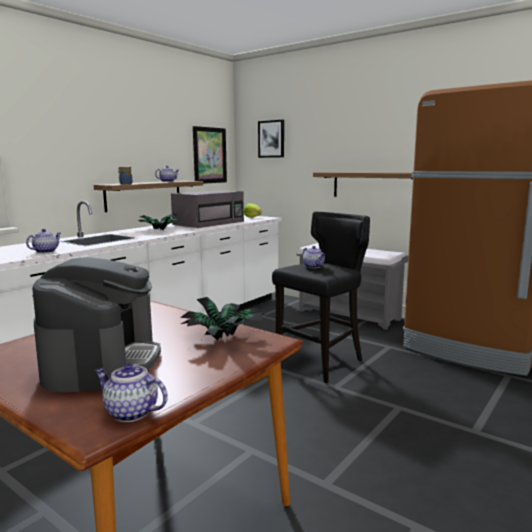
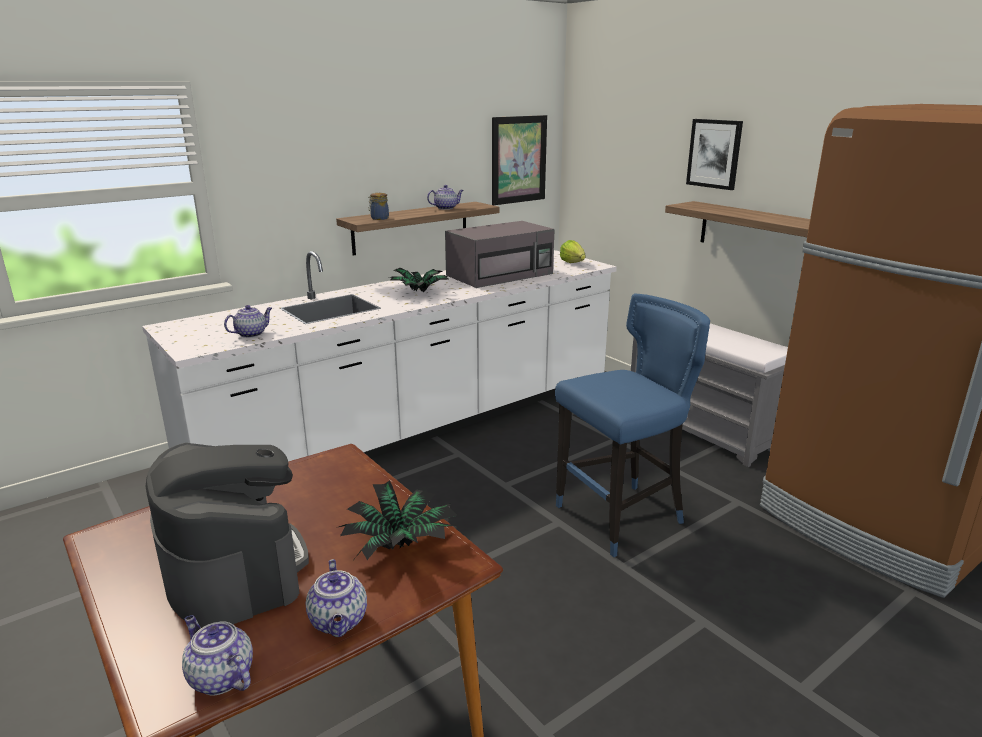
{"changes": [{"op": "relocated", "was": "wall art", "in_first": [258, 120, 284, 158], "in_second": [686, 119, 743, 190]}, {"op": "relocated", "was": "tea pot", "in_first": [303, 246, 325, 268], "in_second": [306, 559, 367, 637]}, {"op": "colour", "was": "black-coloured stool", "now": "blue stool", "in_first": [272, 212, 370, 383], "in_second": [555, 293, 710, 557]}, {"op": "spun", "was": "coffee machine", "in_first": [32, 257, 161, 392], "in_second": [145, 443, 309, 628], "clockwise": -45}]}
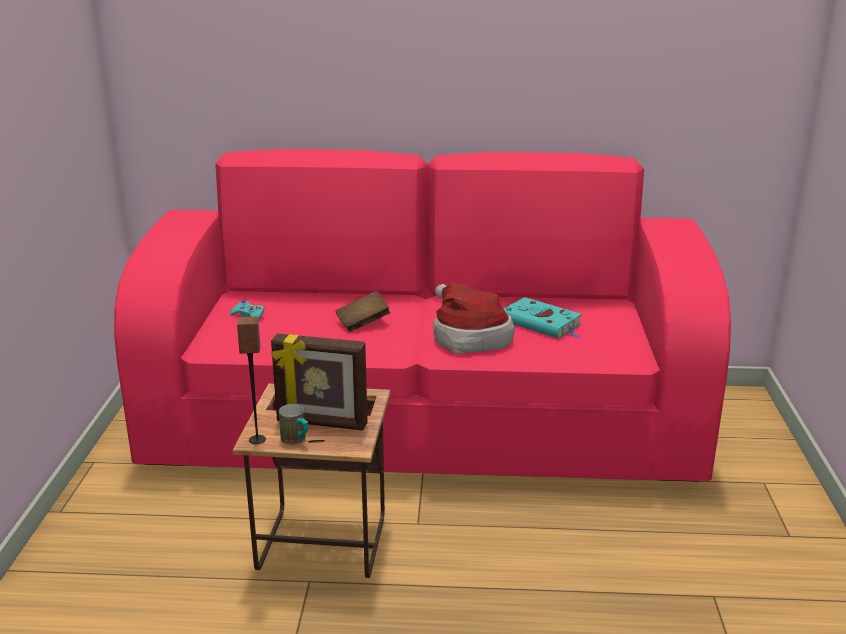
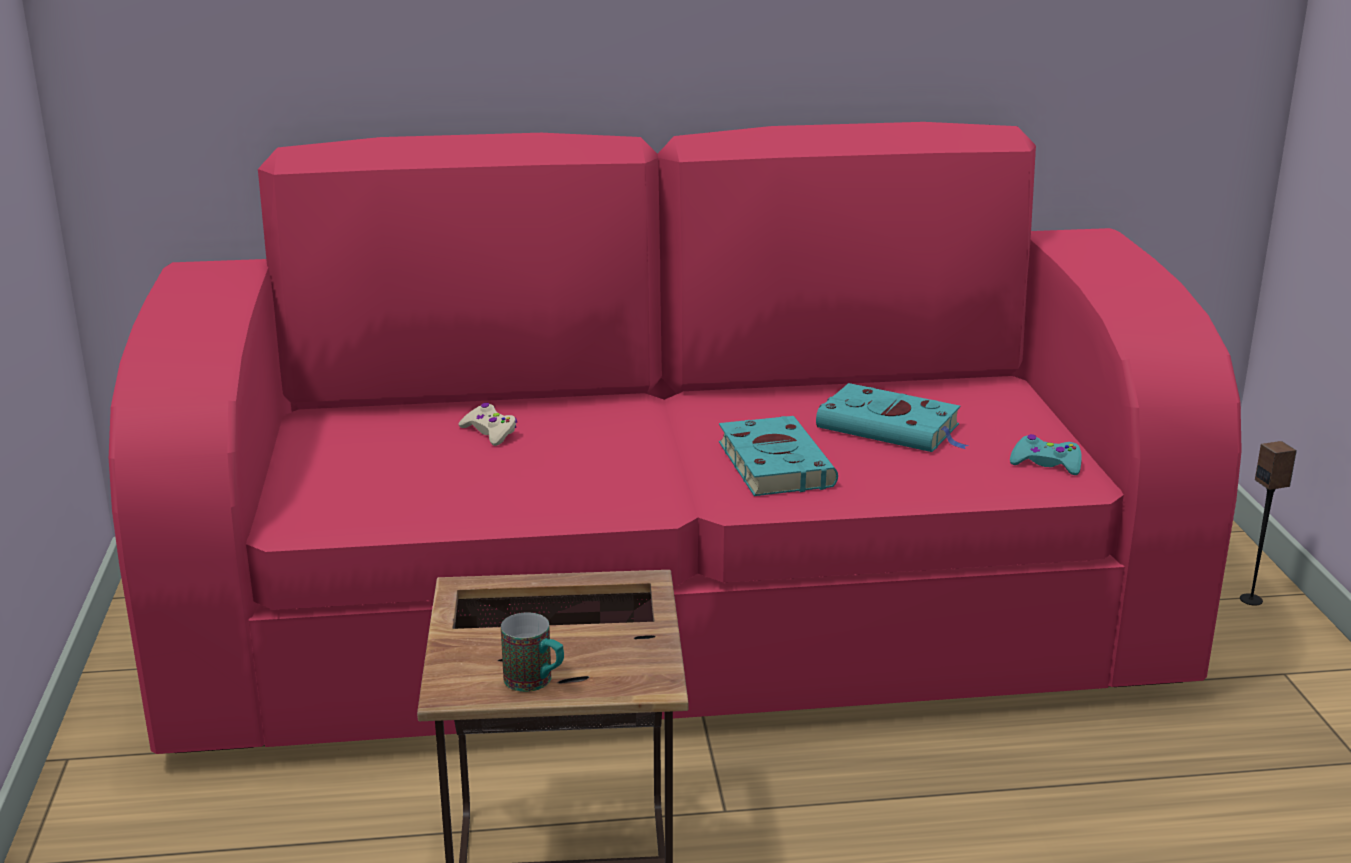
{"changes": [{"op": "missing", "was": "picture frame", "in_first": [271, 333, 368, 431]}, {"op": "missing", "was": "brown-coloured volume", "in_first": [336, 291, 390, 332]}, {"op": "appeared", "now": "beige-coloured joypad", "in_second": [458, 403, 517, 446]}, {"op": "relocated", "was": "turquoise joypad", "in_first": [230, 300, 265, 321], "in_second": [1010, 434, 1082, 475]}, {"op": "relocated", "was": "loudspeaker", "in_first": [237, 316, 266, 444], "in_second": [1240, 441, 1297, 606]}, {"op": "exchanged", "was": "clothing hat", "now": "turquoise volume", "in_first": [433, 283, 515, 354], "in_second": [719, 416, 838, 496]}]}
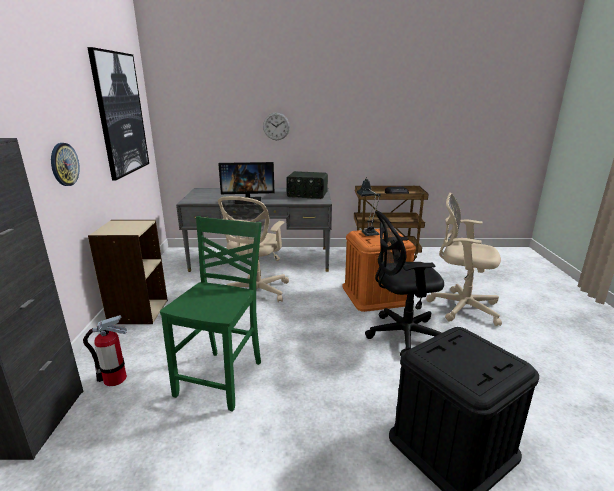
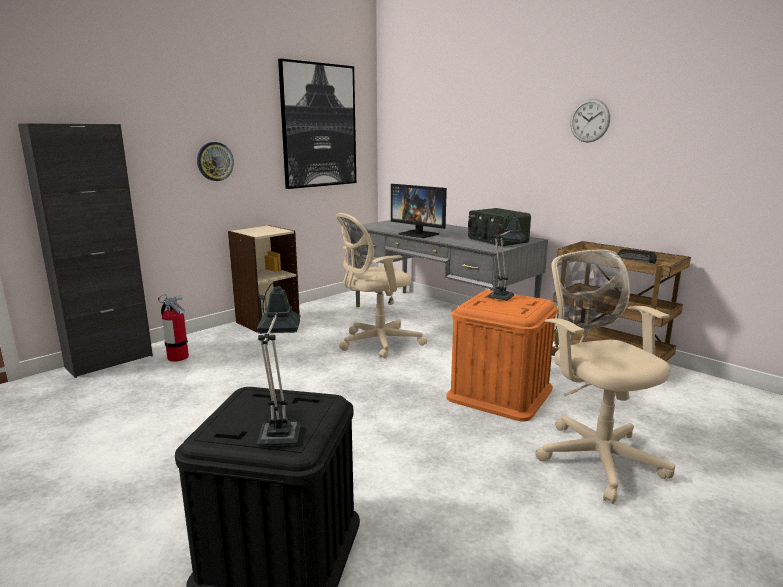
{"changes": [{"op": "missing", "was": "green-coloured upright chair", "in_first": [160, 216, 262, 412]}, {"op": "missing", "was": "black-coloured office chair", "in_first": [365, 211, 444, 356]}, {"op": "appeared", "now": "lamp for a table", "in_second": [257, 282, 301, 446]}, {"op": "relocated", "was": "wall clock", "in_first": [263, 112, 290, 140], "in_second": [570, 99, 610, 143]}]}
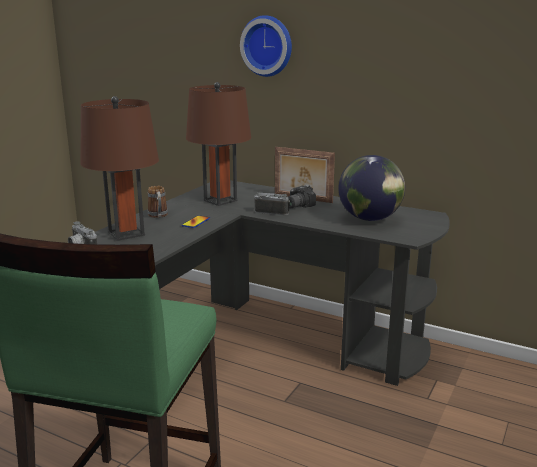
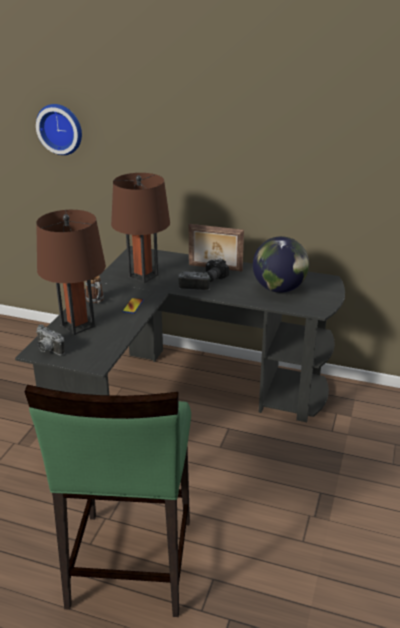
{"changes": [{"op": "relocated", "was": "wall clock", "in_first": [240, 15, 292, 77], "in_second": [36, 104, 82, 155]}]}
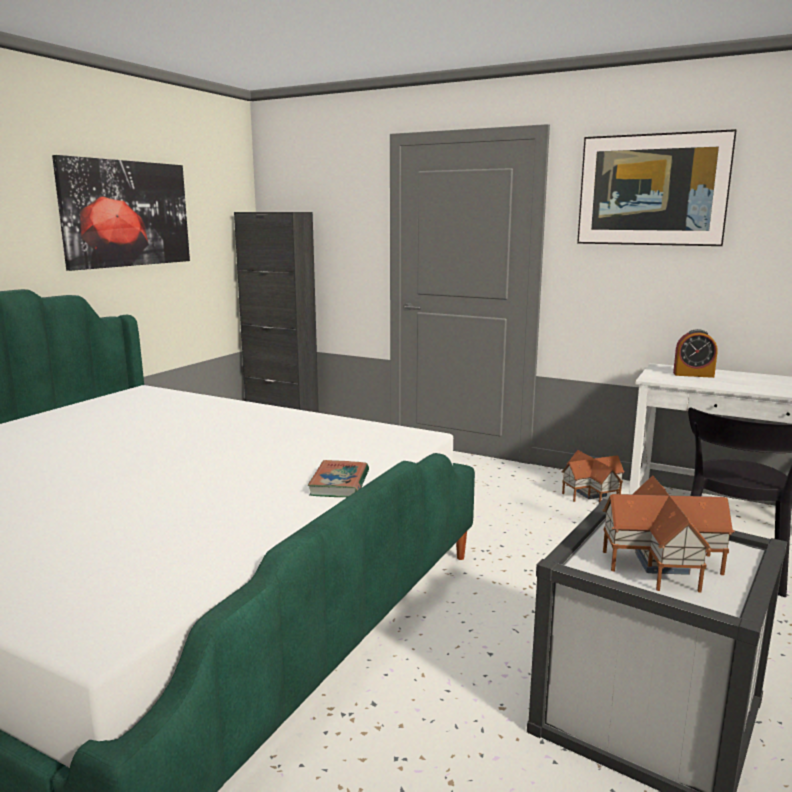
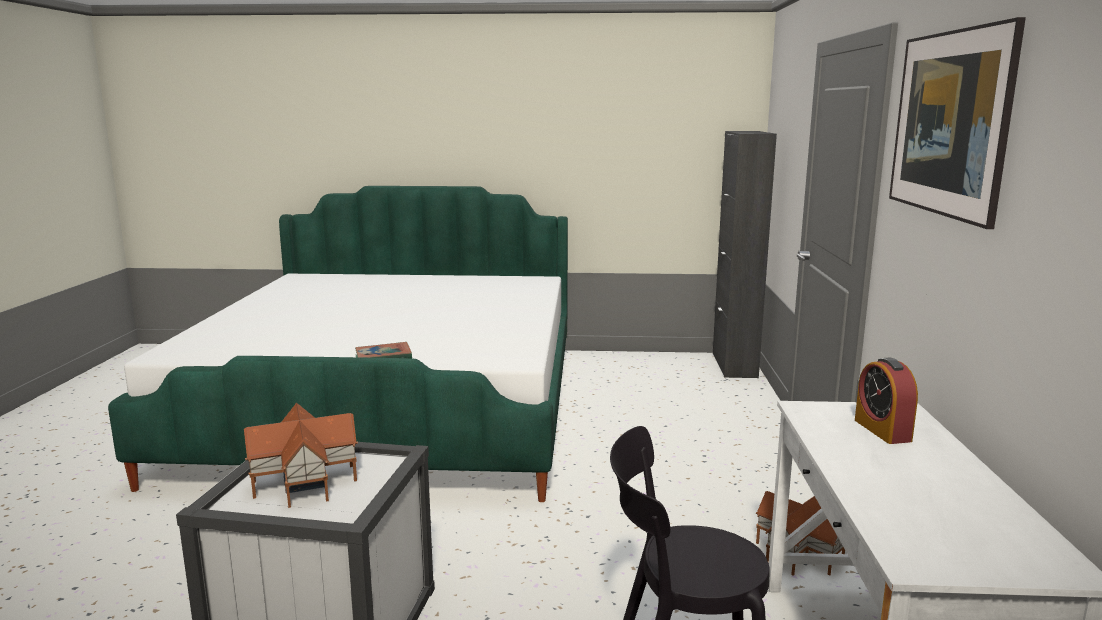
{"changes": [{"op": "missing", "was": "wall art", "in_first": [52, 155, 190, 271]}]}
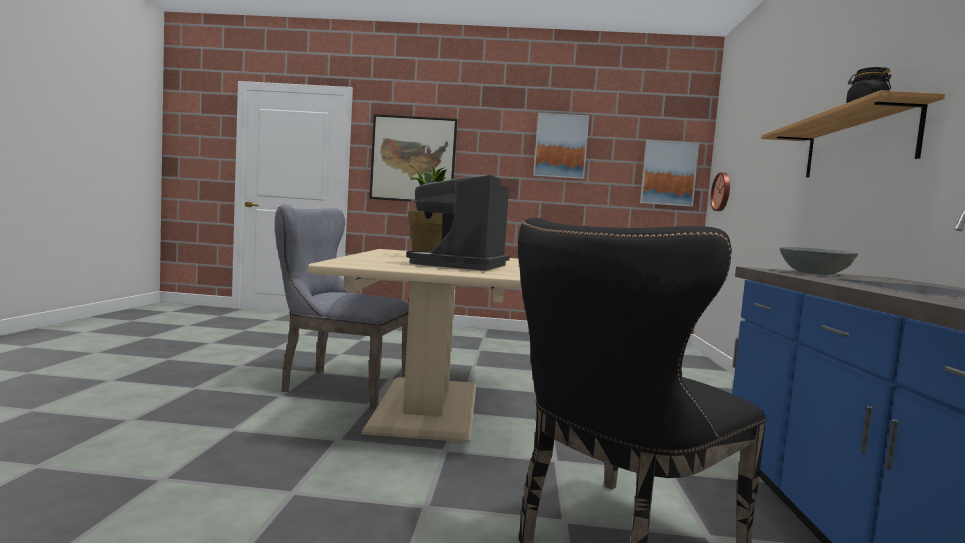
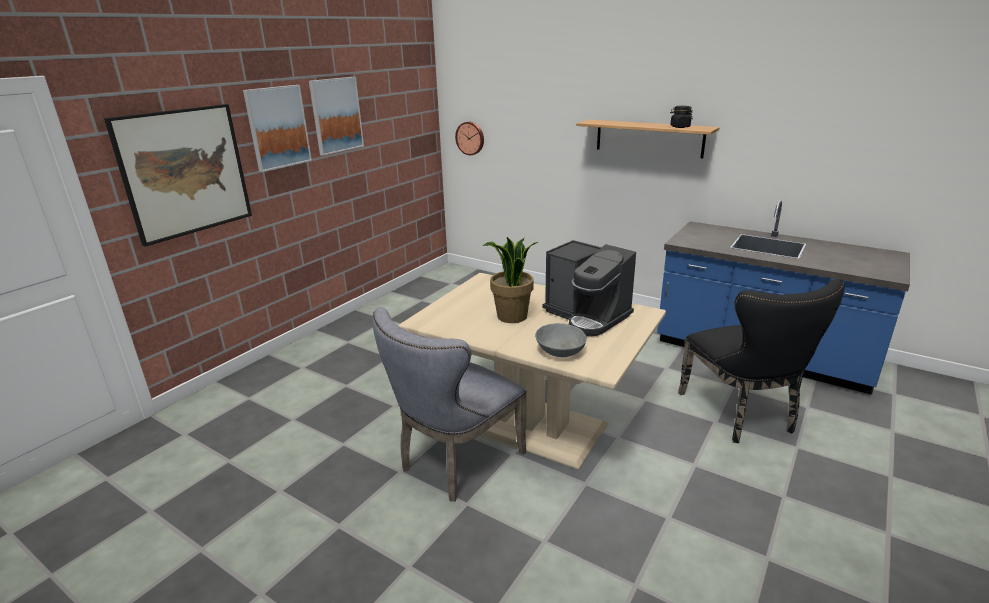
{"changes": [{"op": "relocated", "was": "wall art", "in_first": [640, 140, 699, 207], "in_second": [243, 85, 312, 172]}, {"op": "relocated", "was": "grey deep dish", "in_first": [780, 247, 858, 275], "in_second": [535, 323, 587, 357]}]}
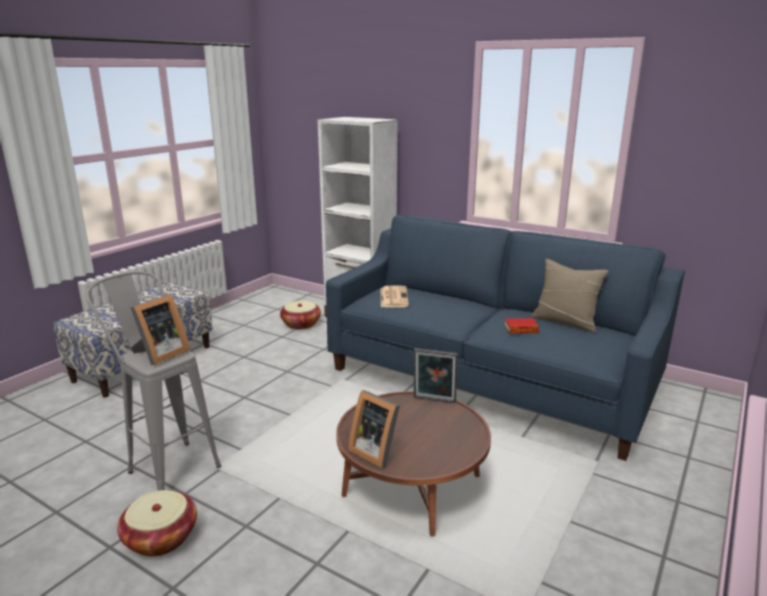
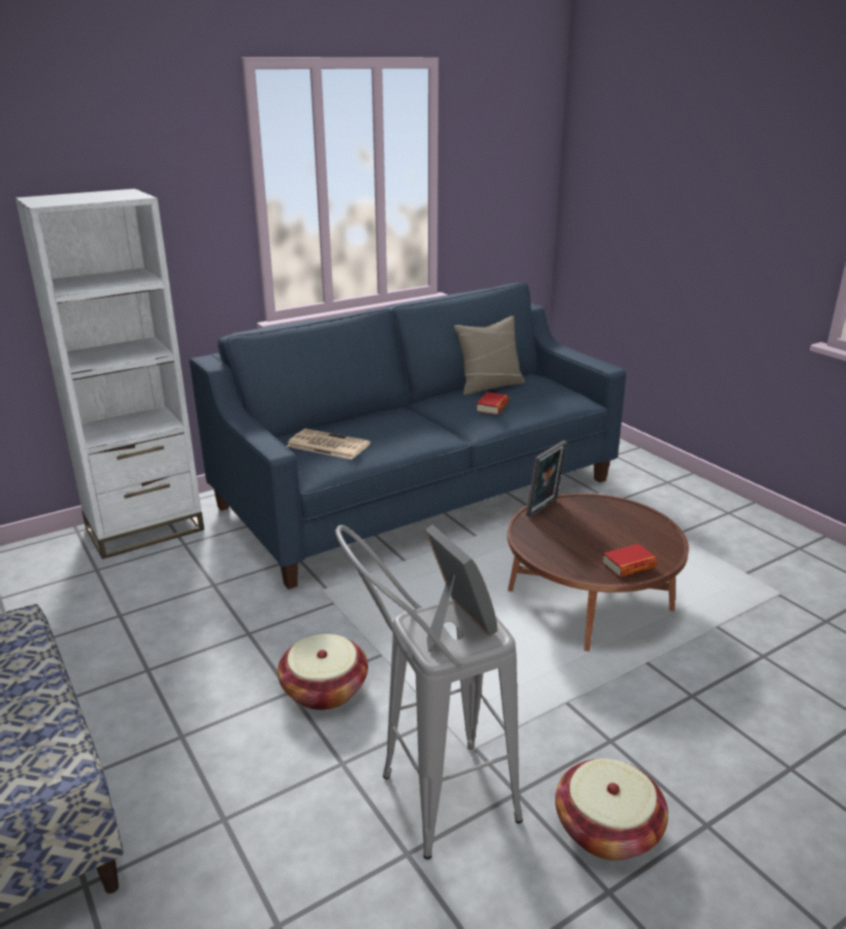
{"changes": [{"op": "relocated", "was": "basket", "in_first": [280, 300, 321, 329], "in_second": [277, 634, 368, 710]}, {"op": "exchanged", "was": "picture frame", "now": "volume", "in_first": [348, 390, 400, 468], "in_second": [602, 544, 657, 577]}]}
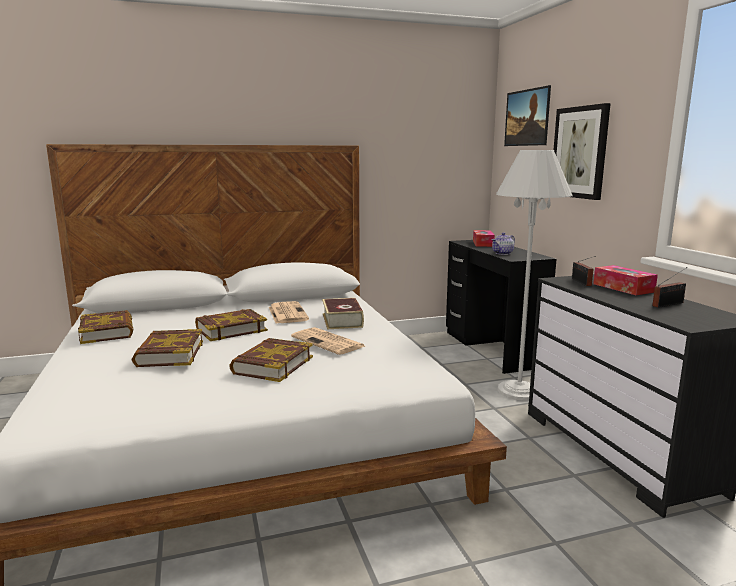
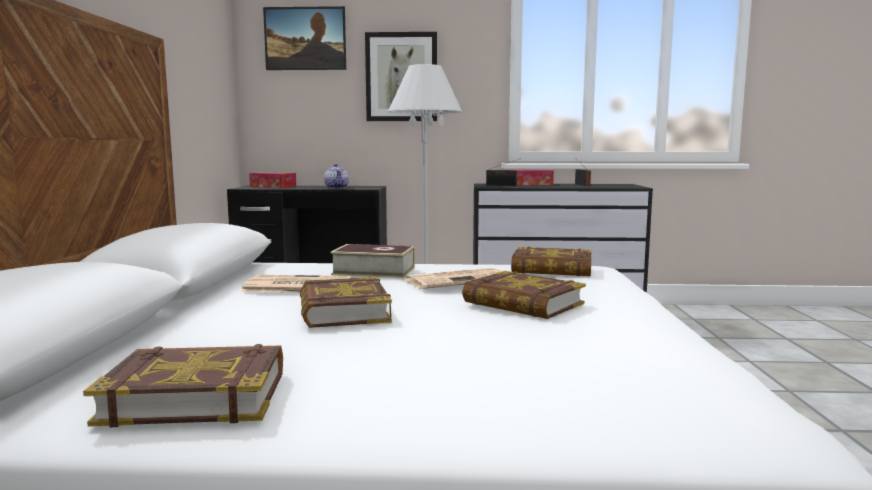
{"changes": [{"op": "relocated", "was": "volume", "in_first": [132, 329, 203, 367], "in_second": [511, 247, 592, 276]}]}
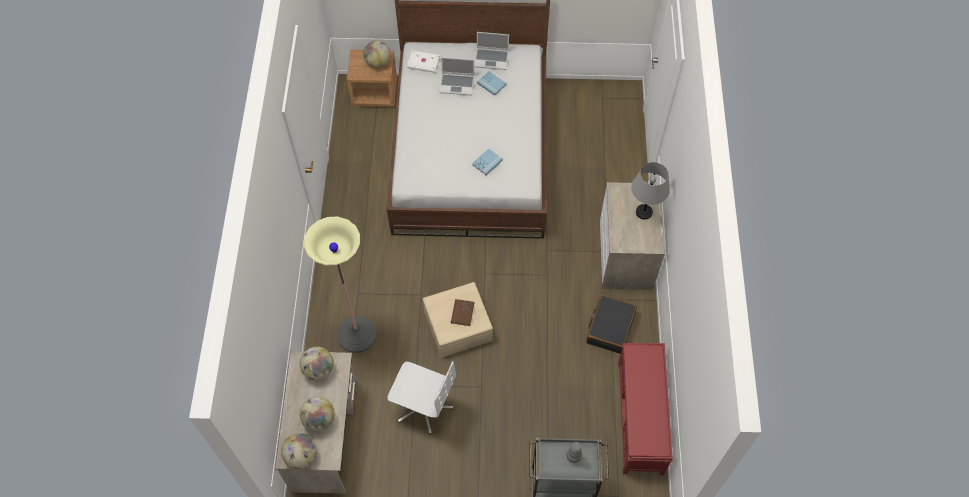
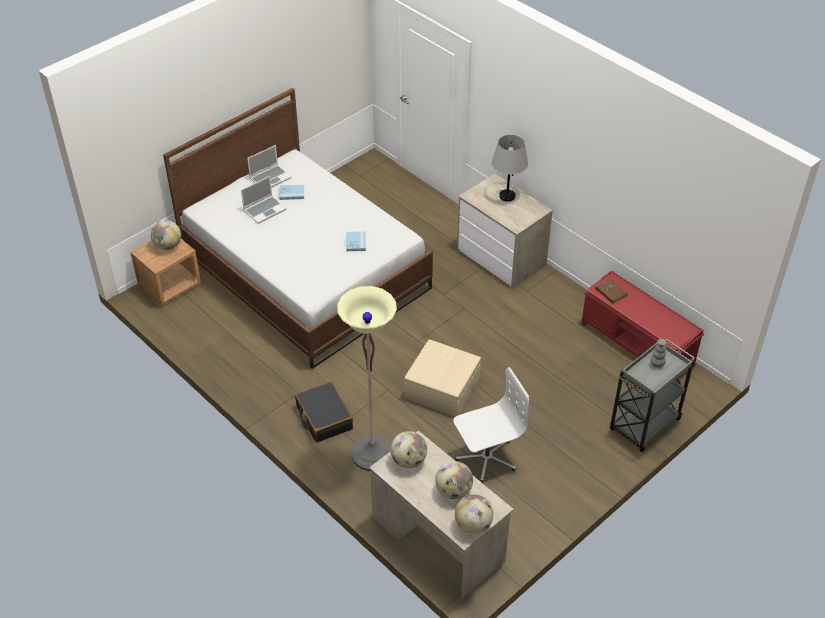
{"changes": [{"op": "missing", "was": "whitish volume", "in_first": [407, 50, 440, 73]}, {"op": "relocated", "was": "brown-coloured volume", "in_first": [451, 299, 474, 326], "in_second": [595, 279, 628, 304]}, {"op": "relocated", "was": "black-coloured suitcase", "in_first": [586, 295, 637, 354], "in_second": [295, 382, 353, 443]}]}
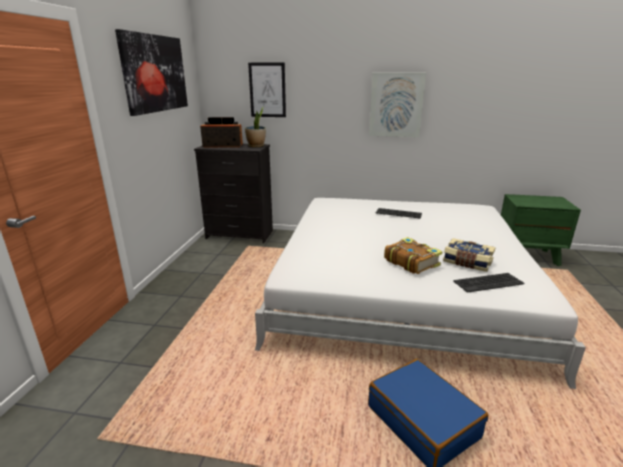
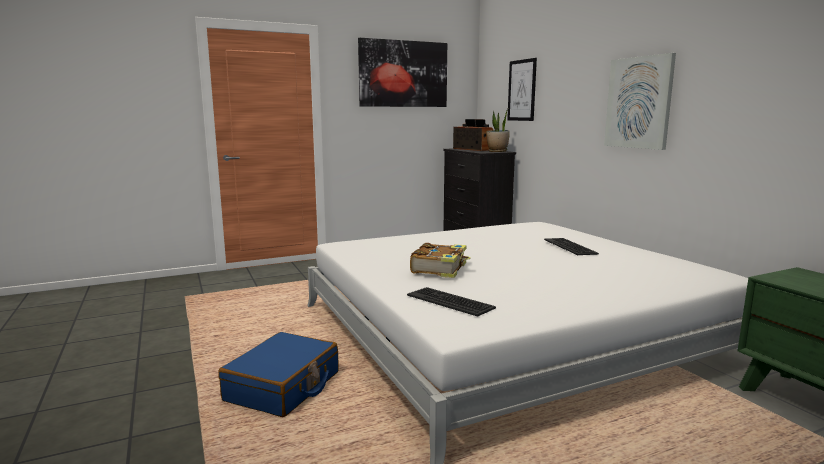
{"changes": [{"op": "missing", "was": "volume", "in_first": [443, 238, 496, 272]}]}
